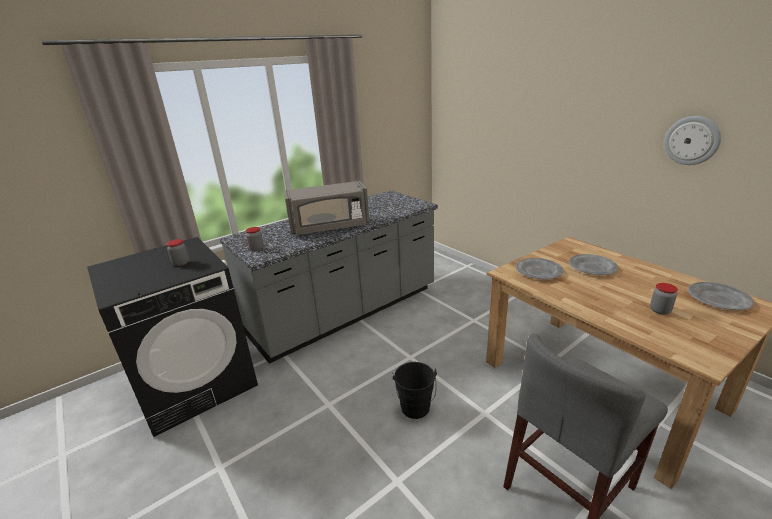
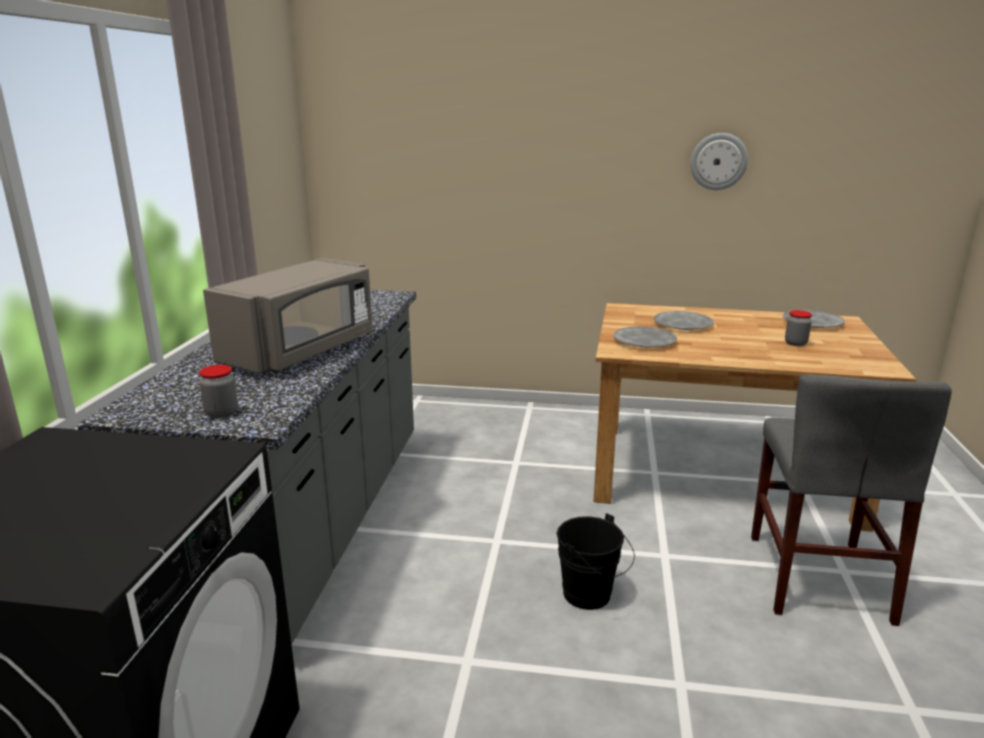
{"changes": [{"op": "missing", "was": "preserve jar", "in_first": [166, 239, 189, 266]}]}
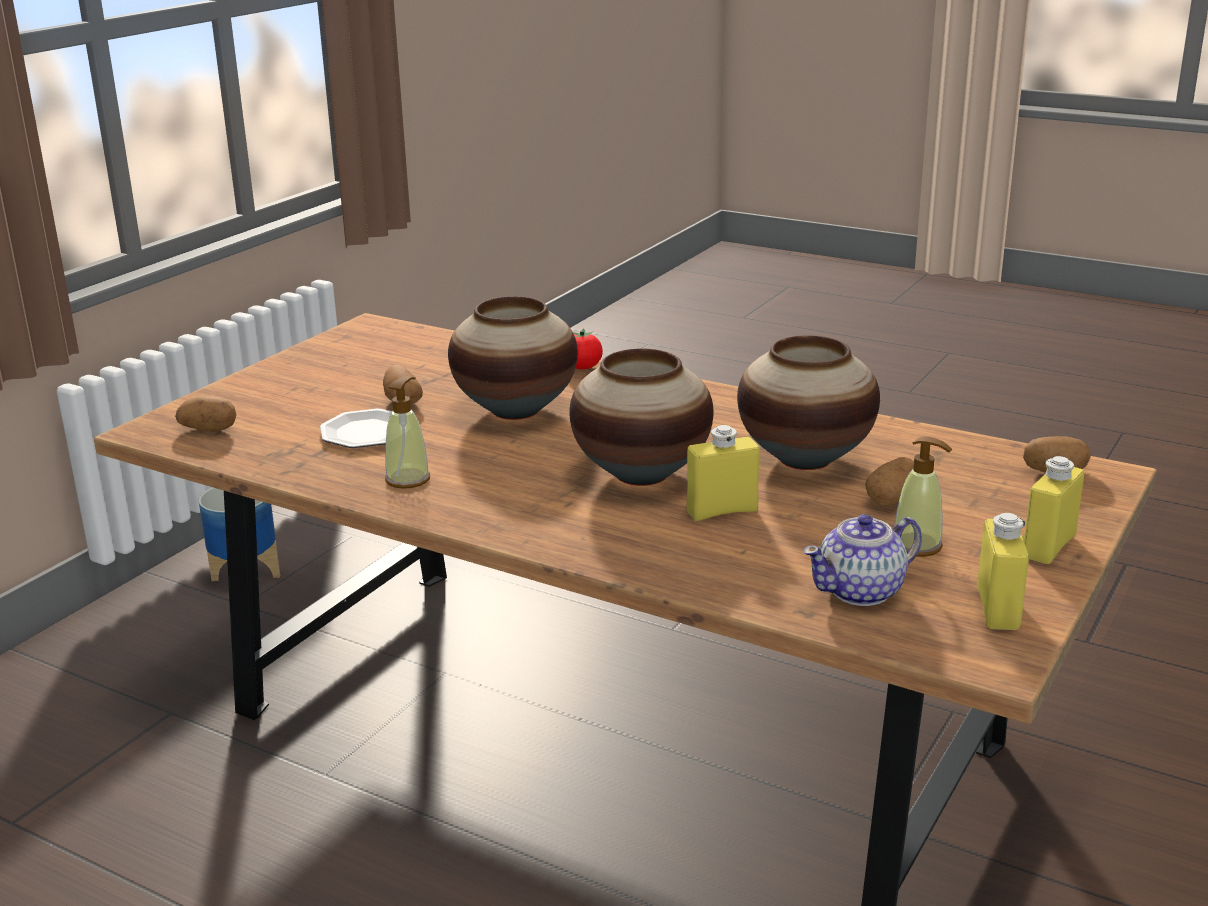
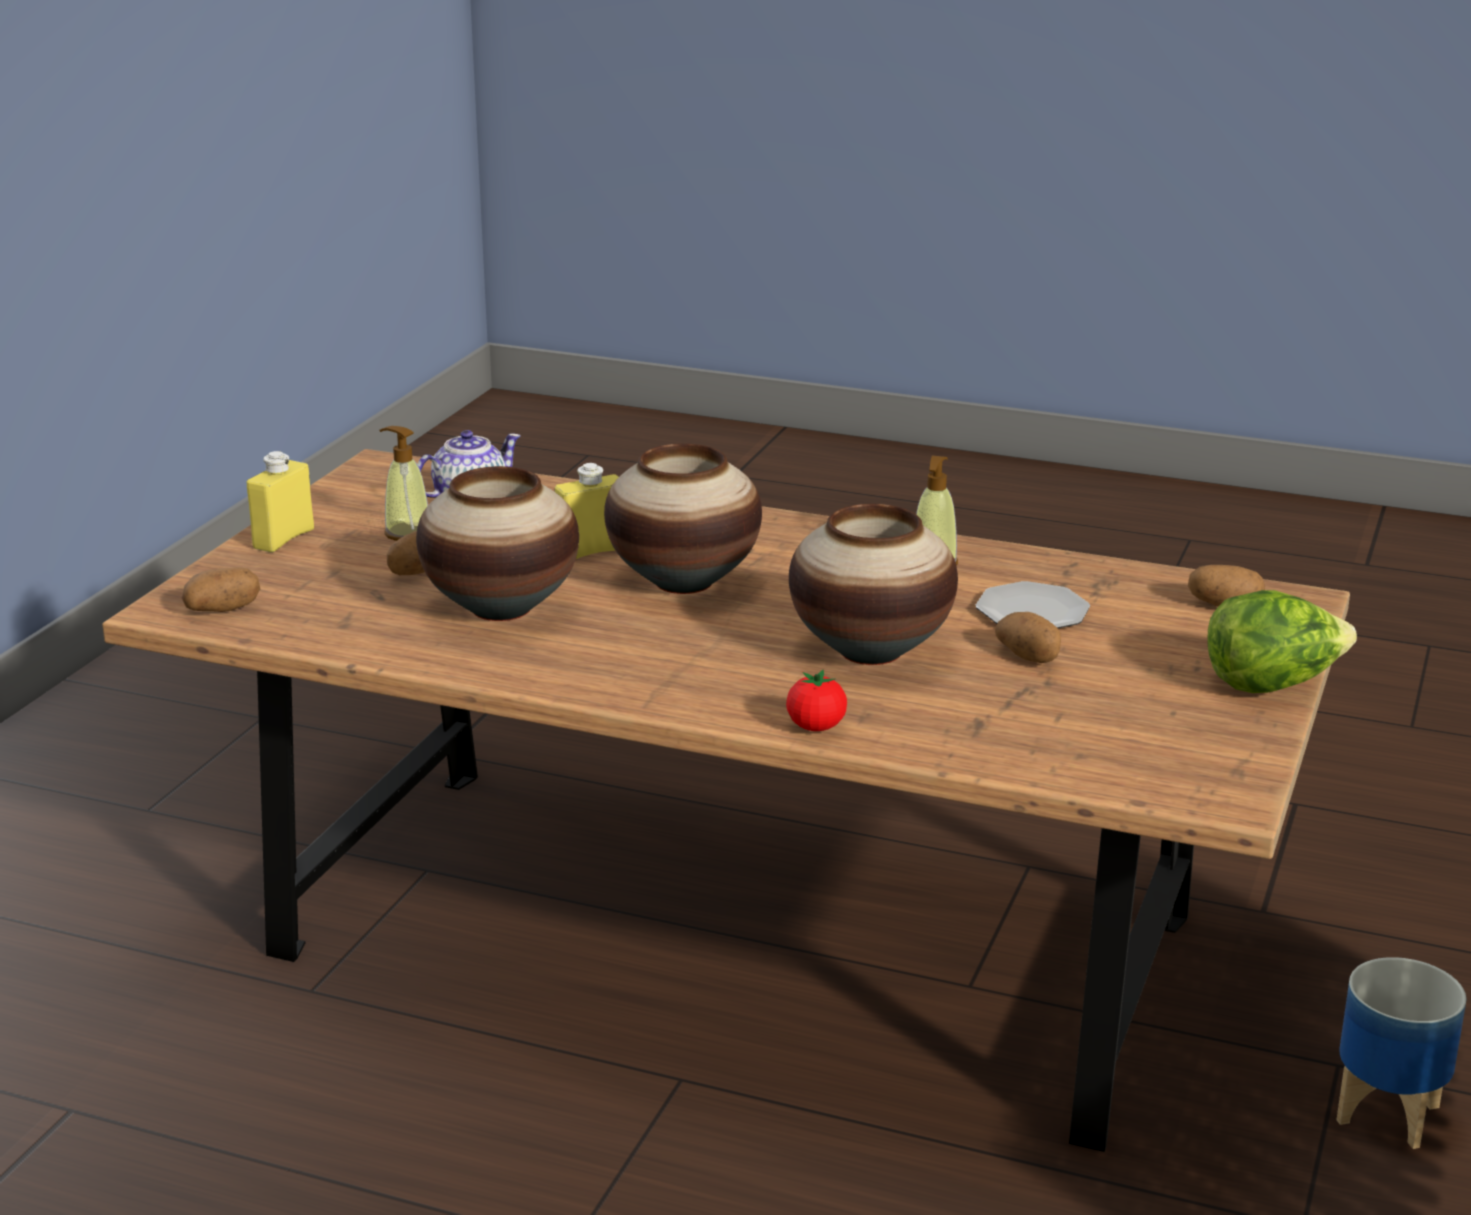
{"changes": [{"op": "missing", "was": "yellowish beverage bottle", "in_first": [977, 513, 1029, 630]}, {"op": "appeared", "now": "lettuce head", "in_second": [1207, 590, 1357, 693]}]}
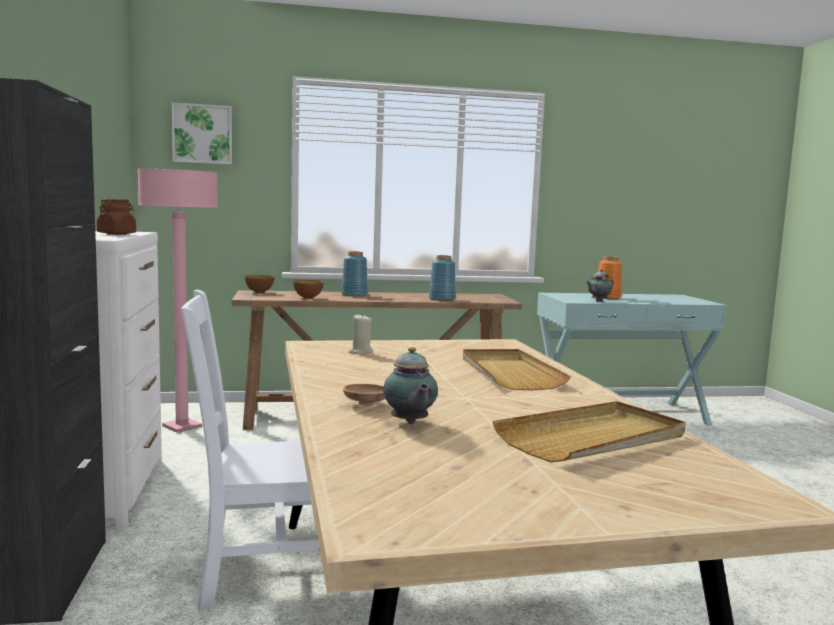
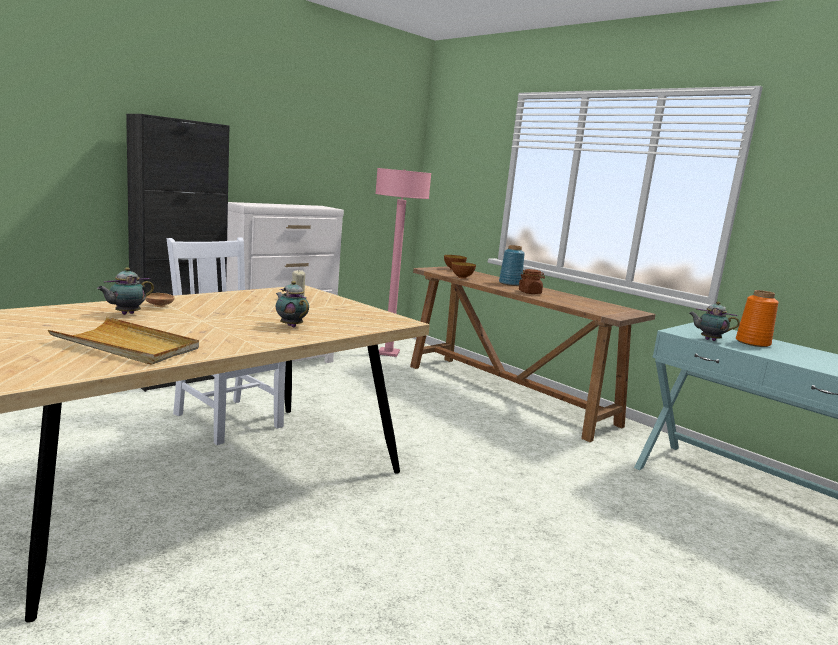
{"changes": [{"op": "missing", "was": "wall art", "in_first": [172, 103, 232, 165]}, {"op": "missing", "was": "blue vase", "in_first": [429, 255, 456, 301]}, {"op": "relocated", "was": "brown-coloured preserve jar", "in_first": [97, 199, 136, 235], "in_second": [519, 269, 545, 294]}, {"op": "exchanged", "was": "beige-coloured tray", "now": "tea pot", "in_first": [463, 349, 571, 390], "in_second": [276, 281, 309, 327]}]}
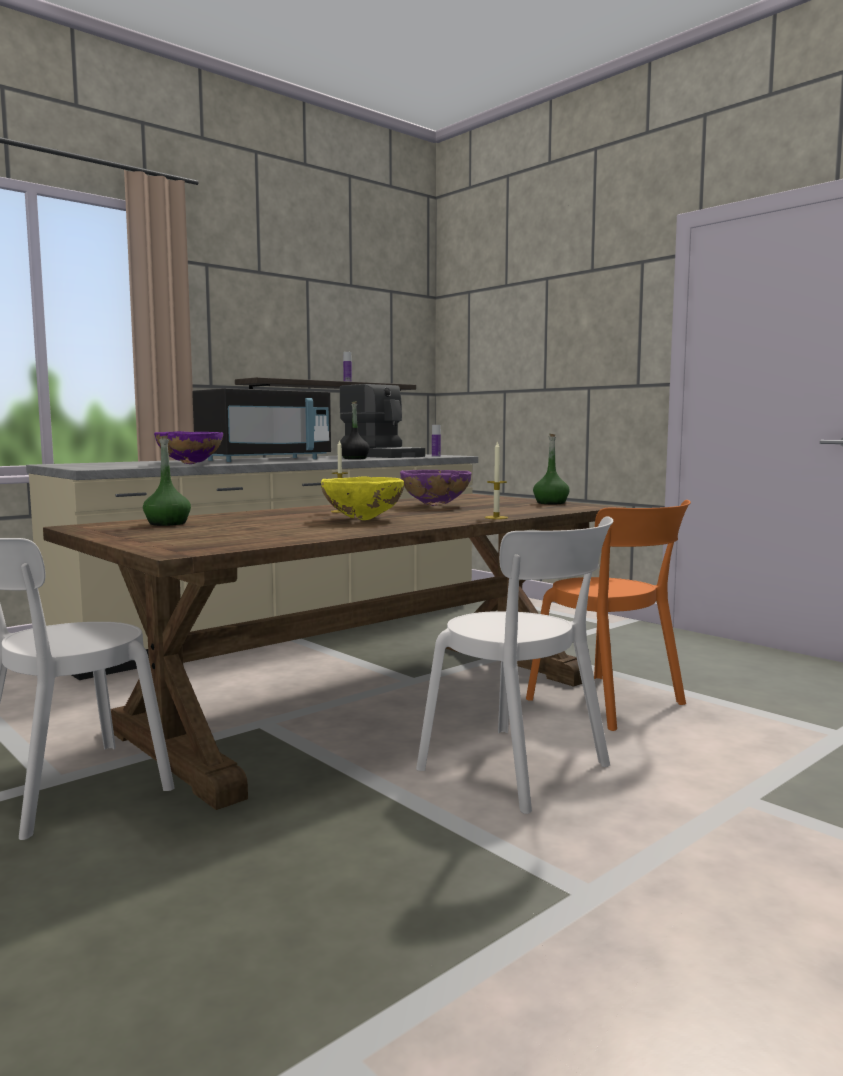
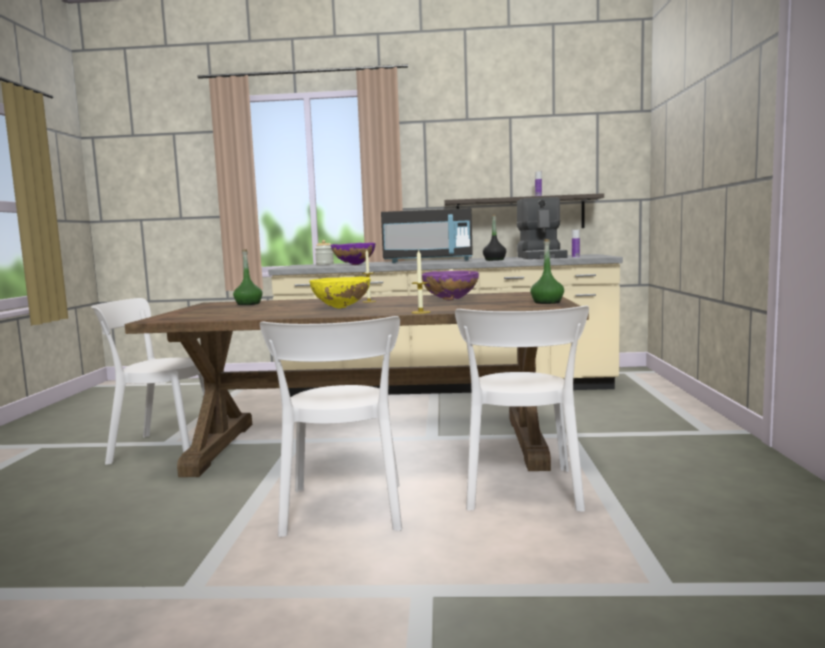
{"changes": [{"op": "appeared", "now": "preserve jar", "in_second": [315, 240, 334, 265]}, {"op": "colour", "was": "orange-coloured upright chair", "now": "whitish upright chair", "in_first": [526, 500, 691, 731], "in_second": [455, 305, 589, 512]}]}
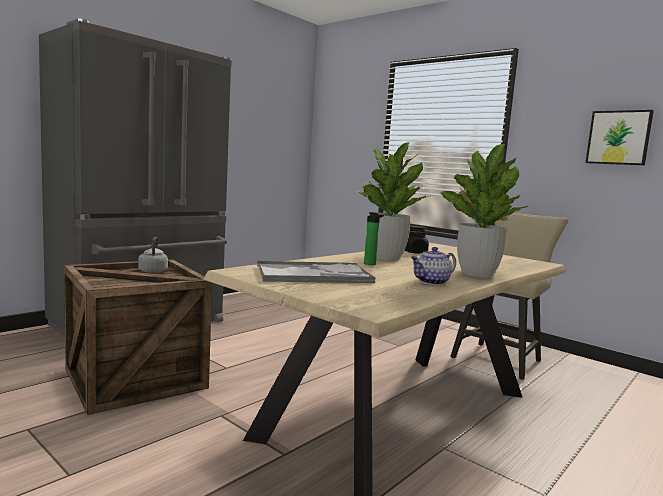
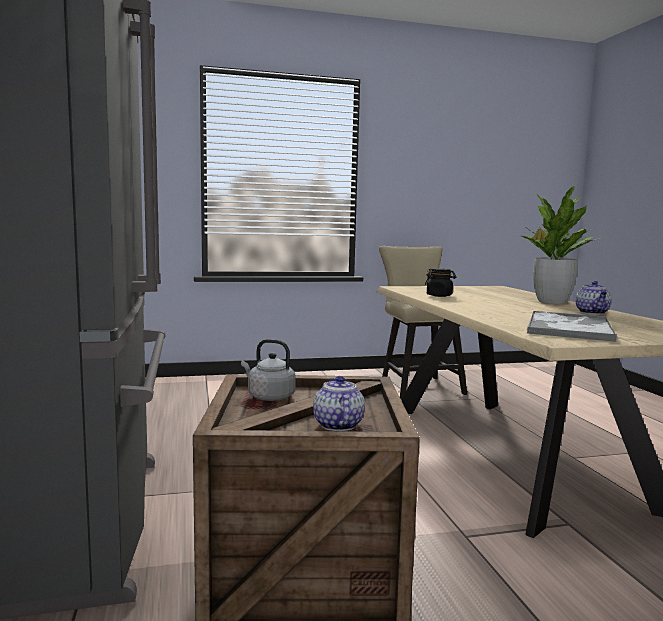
{"changes": [{"op": "missing", "was": "plant in a pot", "in_first": [355, 142, 432, 260]}, {"op": "missing", "was": "beverage bottle", "in_first": [364, 212, 384, 265]}, {"op": "missing", "was": "wall art", "in_first": [585, 110, 654, 165]}, {"op": "appeared", "now": "tea pot", "in_second": [313, 376, 365, 431]}]}
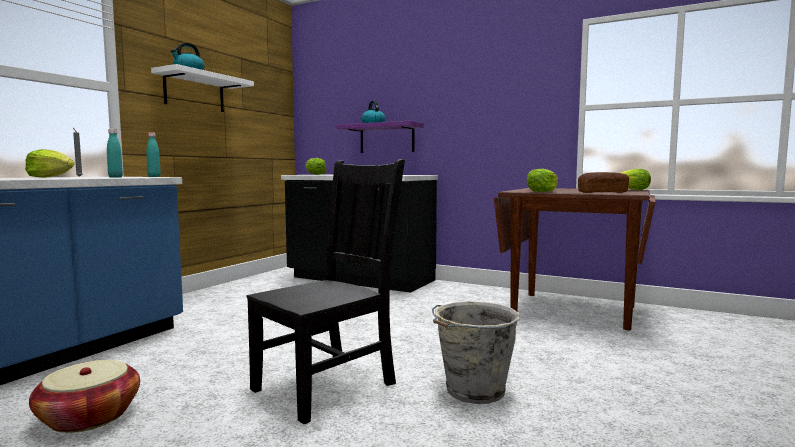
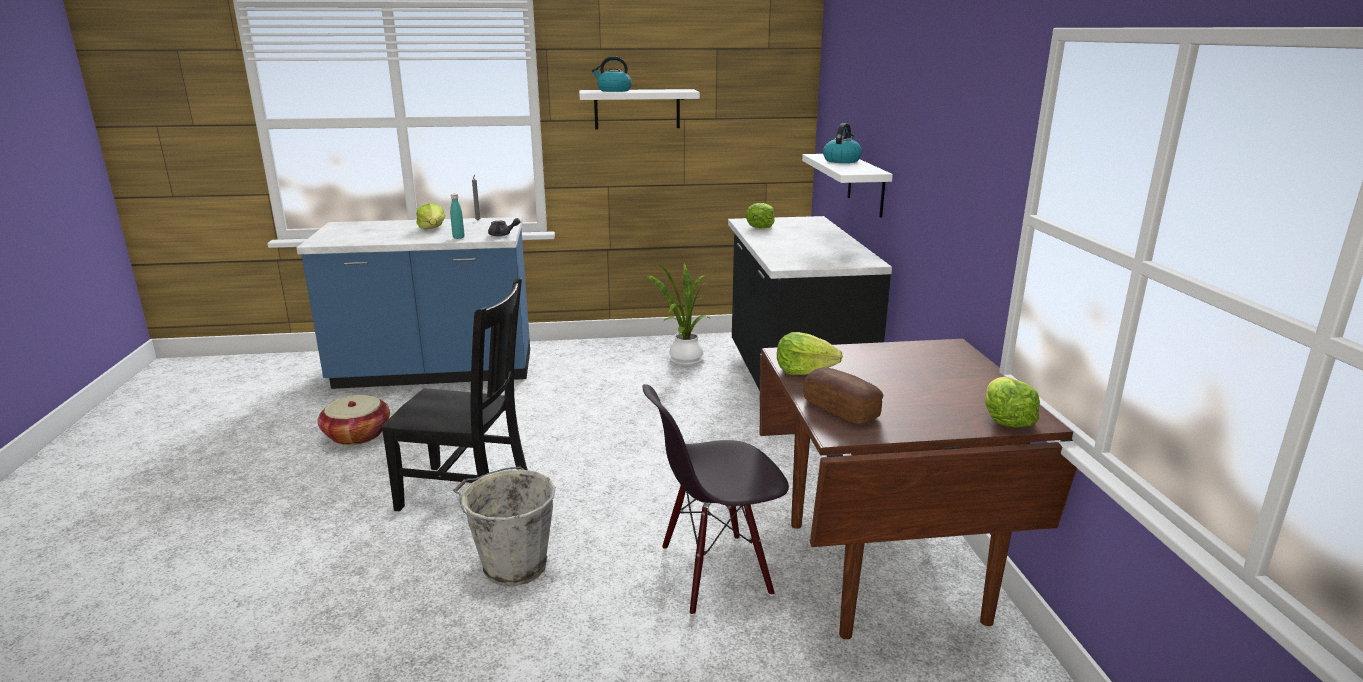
{"changes": [{"op": "appeared", "now": "black-coloured upright chair", "in_second": [642, 384, 789, 615]}, {"op": "appeared", "now": "plant in a pot", "in_second": [646, 263, 710, 366]}, {"op": "exchanged", "was": "turquoise beverage bottle", "now": "grey tea pot", "in_first": [146, 132, 161, 177], "in_second": [488, 218, 520, 236]}, {"op": "colour", "was": "purplish wall shelf", "now": "whitish wall shelf", "in_first": [336, 121, 424, 153], "in_second": [802, 154, 893, 218]}]}
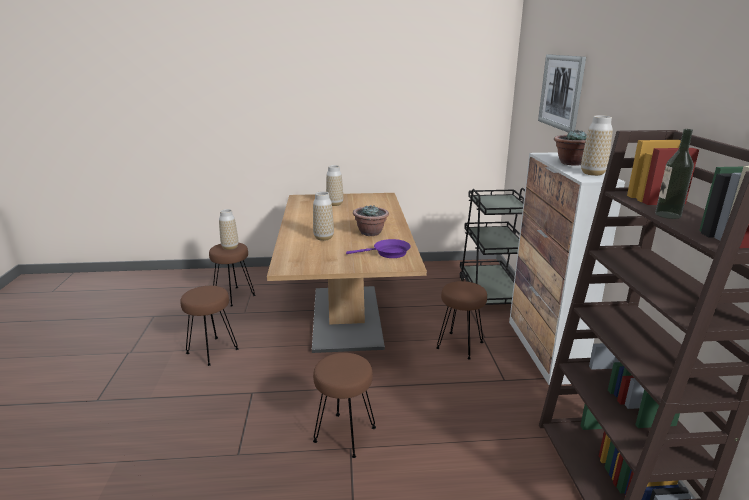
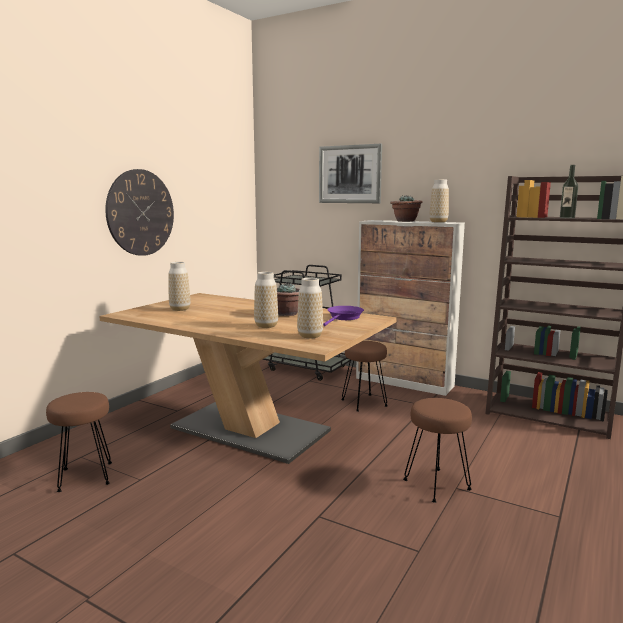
{"changes": [{"op": "missing", "was": "brown-coloured stool", "in_first": [180, 286, 239, 366]}, {"op": "appeared", "now": "wall clock", "in_second": [105, 169, 174, 256]}, {"op": "relocated", "was": "vase", "in_first": [219, 209, 239, 250], "in_second": [297, 278, 323, 338]}]}
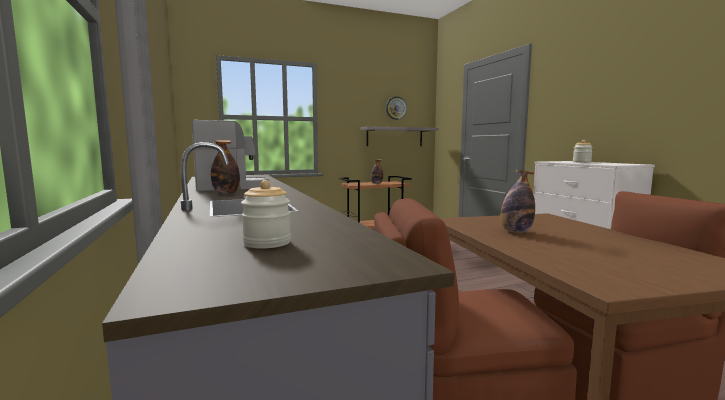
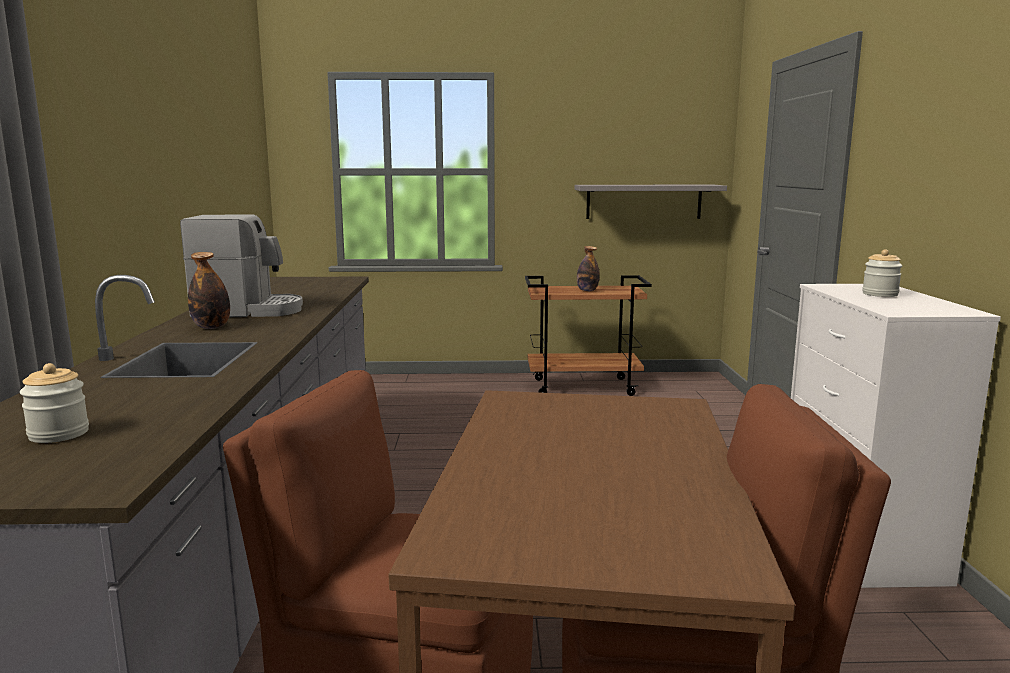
{"changes": [{"op": "missing", "was": "wall clock", "in_first": [386, 96, 407, 120]}, {"op": "missing", "was": "beverage bottle", "in_first": [500, 170, 535, 233]}]}
